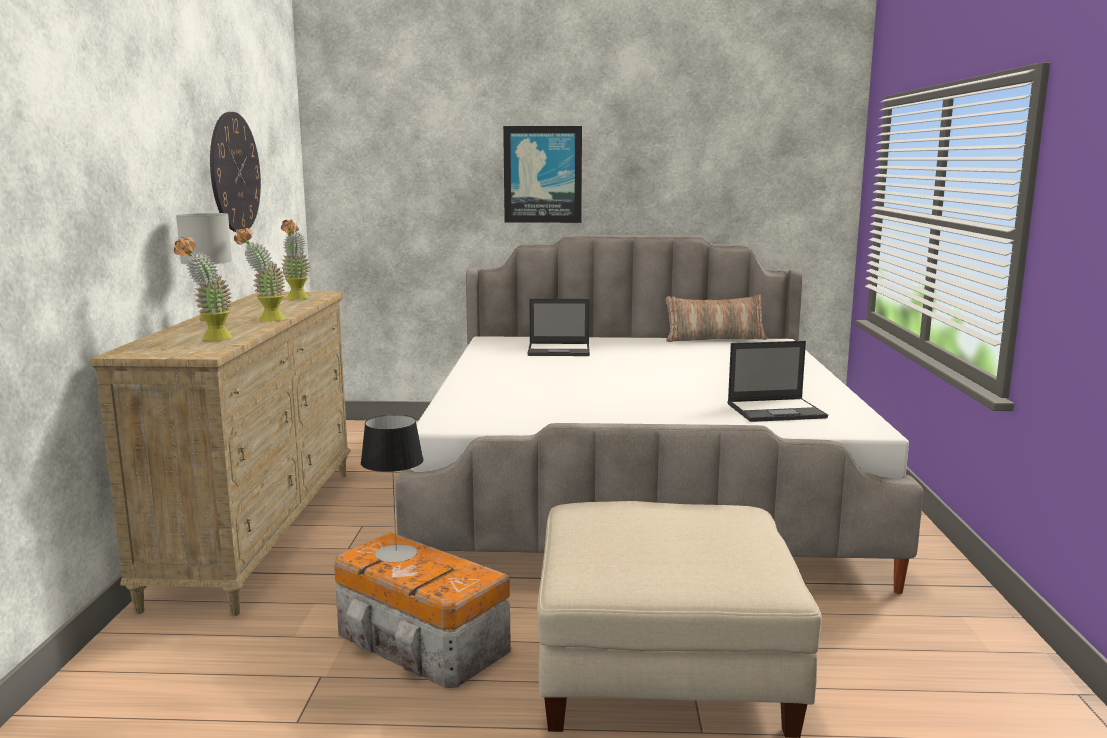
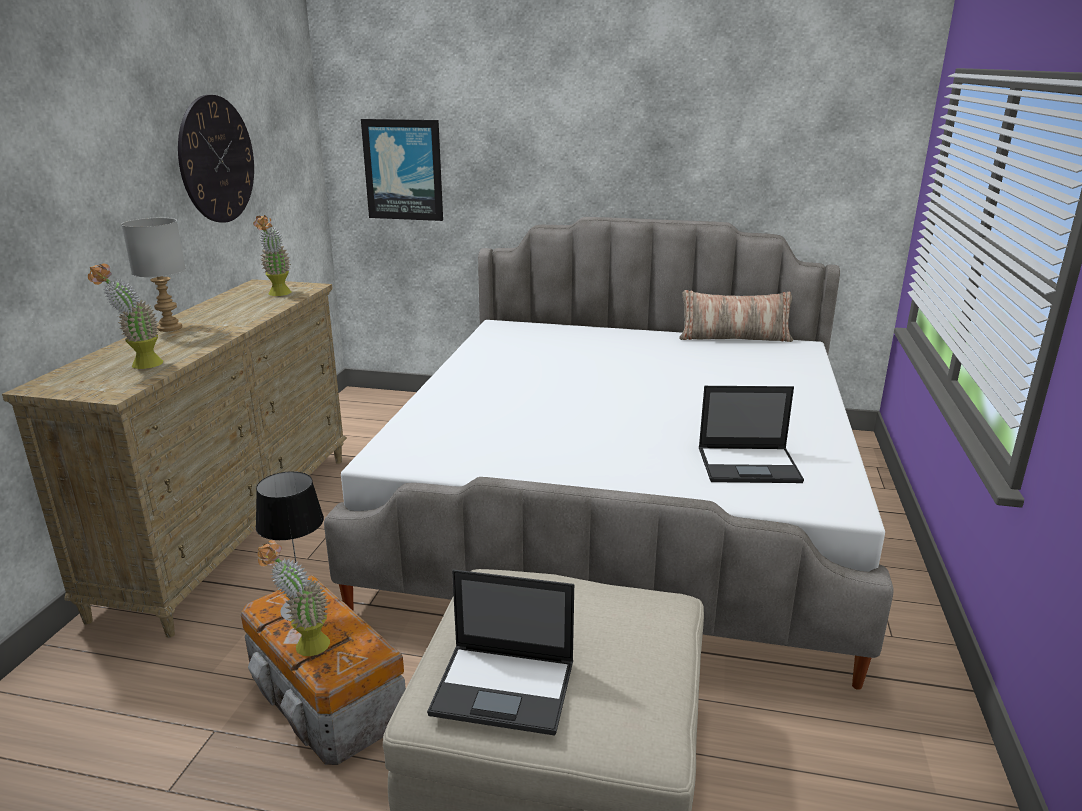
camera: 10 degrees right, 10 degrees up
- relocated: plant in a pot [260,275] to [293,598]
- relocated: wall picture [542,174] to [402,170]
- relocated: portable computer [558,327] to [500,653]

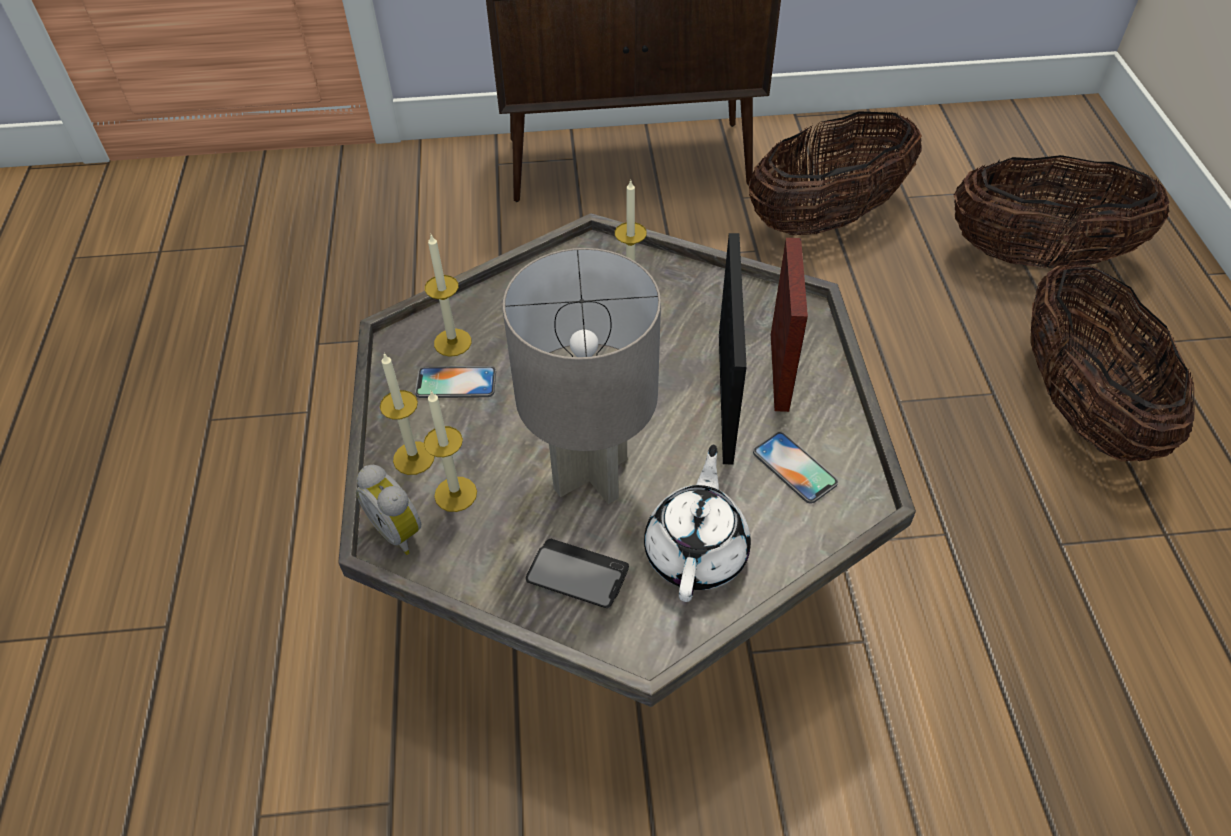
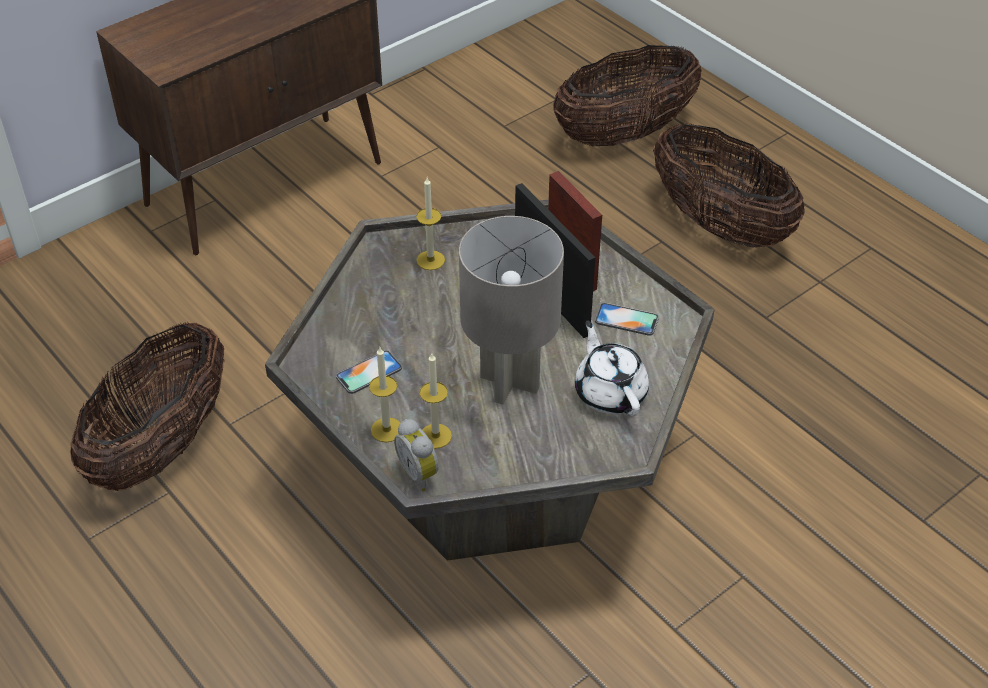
camera: 35 degrees left, 5 degrees down
- missing: candle [448,295]
- missing: telephone [577,573]
- relocated: basket [835,173] to [147,406]
- spun: table clock [388,510] = [416,455] 45 degrees clockwise

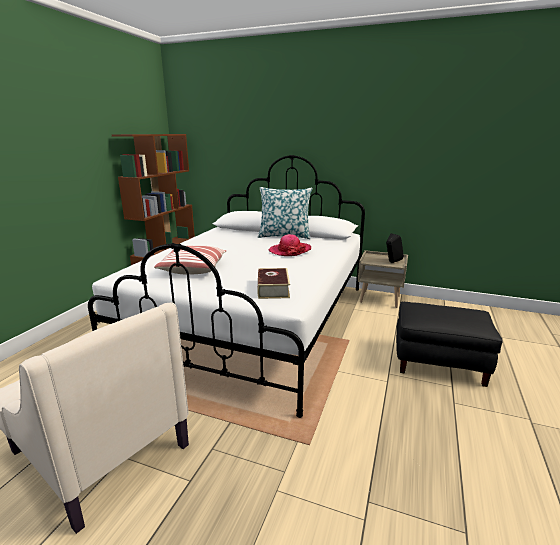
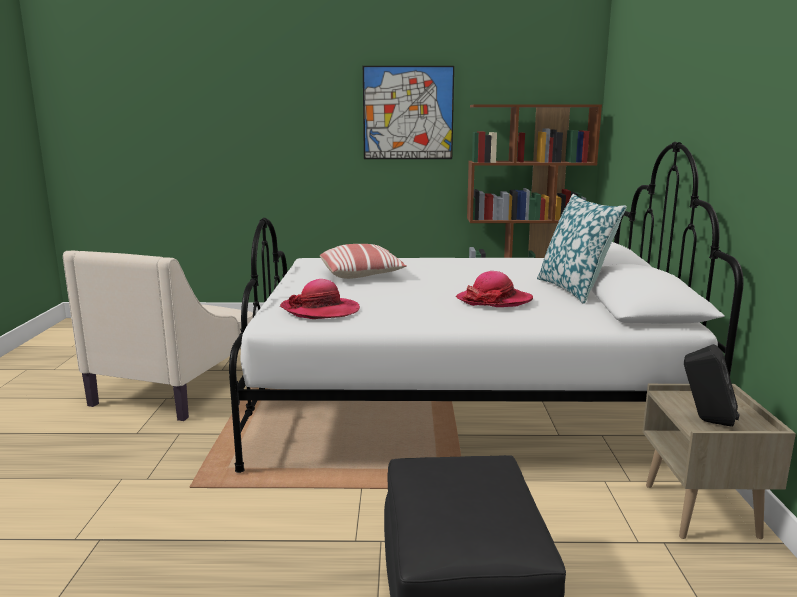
camera: 70 degrees right, 5 degrees down
- appeared: wall picture [408,112]
- exchanged: book [273,283] to wearable hat [320,299]

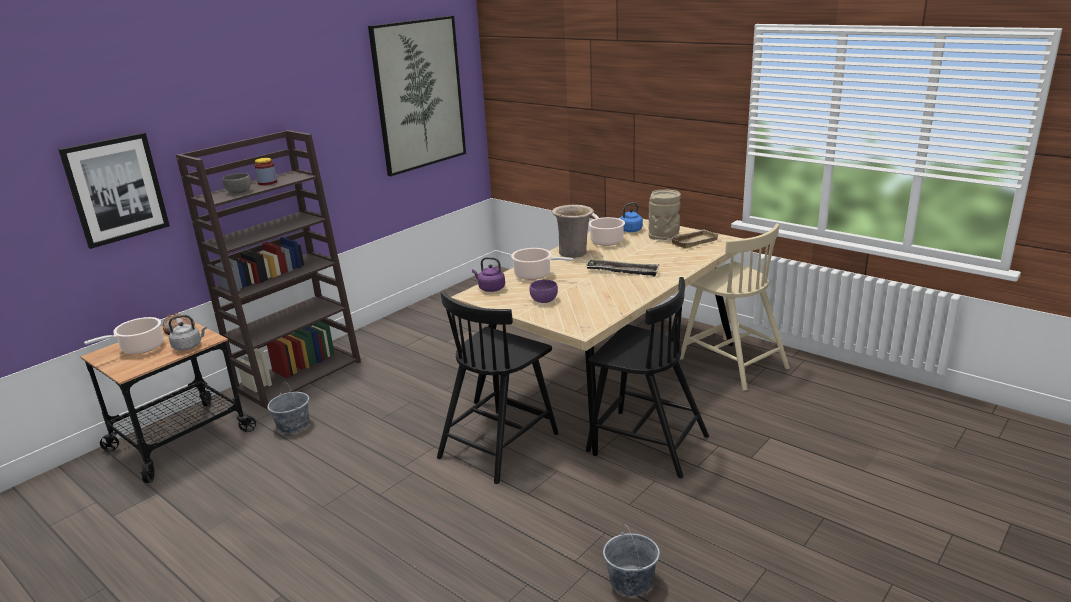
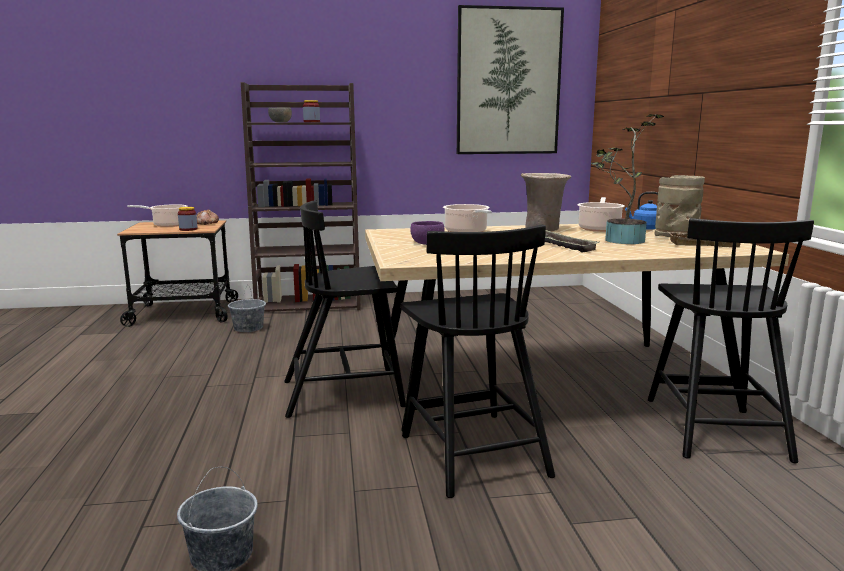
camera: 40 degrees right, 10 degrees down
- missing: wall picture [114,190]
- missing: purplish water kettle [488,274]
- appeared: plant in a pot [627,179]
- exchanged: gray water kettle [188,333] to storage jar [188,219]
- colour: beige-coloured upright chair [735,307] to blackish upright chair [731,340]

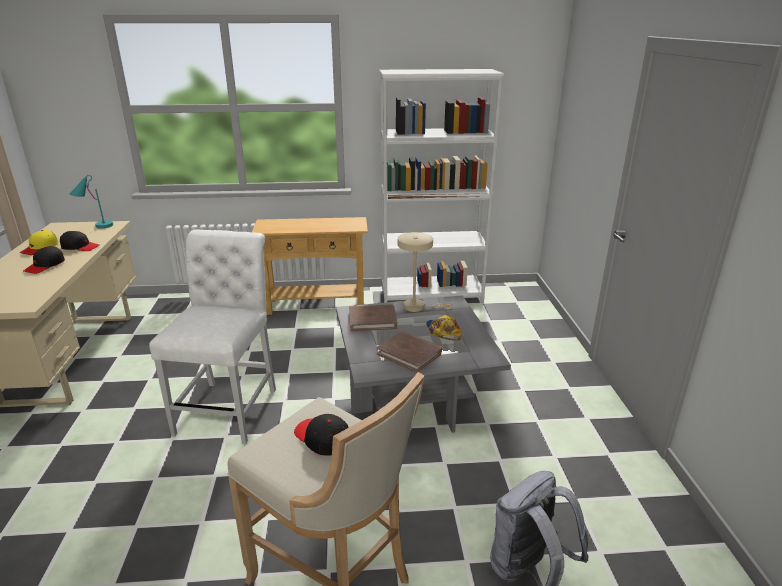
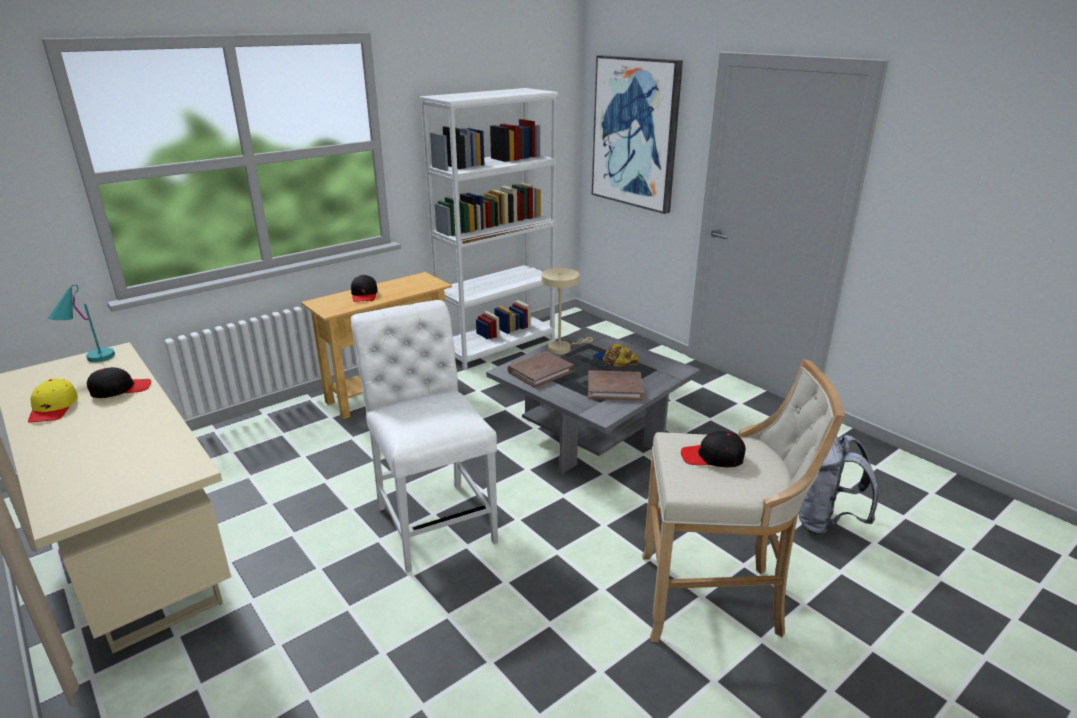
camera: 35 degrees left, 0 degrees up
- appeared: wall picture [637,134]
- relocated: blackish peaked cap [44,260] to [364,288]

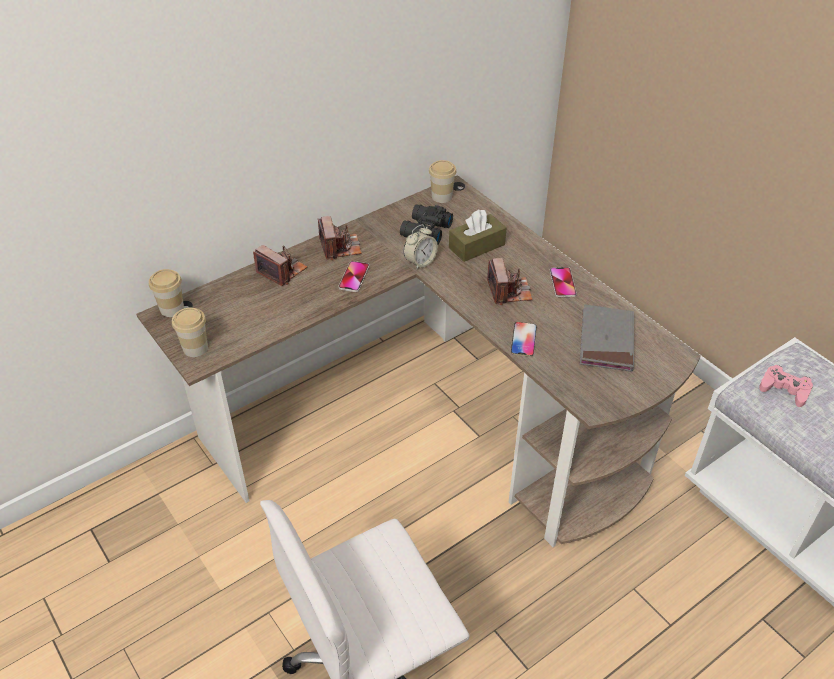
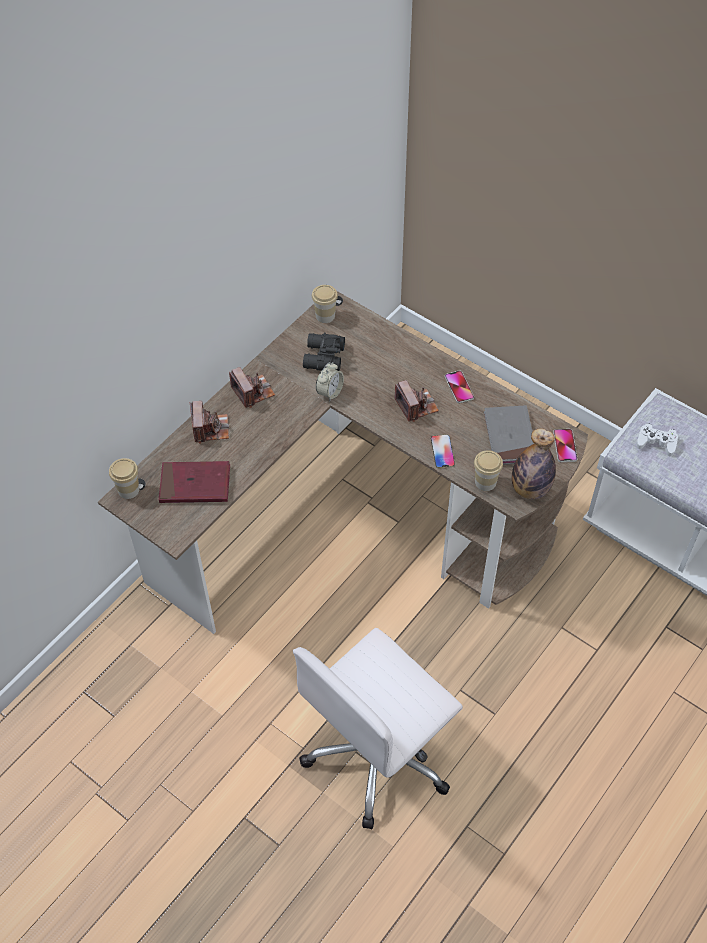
camera: 15 degrees left, 10 degrees up
- missing: brown tissue holder [478,236]
- appeared: reddish book [194,482]
- appeared: beverage bottle [534,464]
- relocated: small cup [190,332] to [488,470]
- relocated: telephone [353,276] to [565,445]
- colour: pink-coloured joypad [786,386] to whitish joypad [657,440]
- spun: photo camera [280,265] = [209,422] 60 degrees clockwise

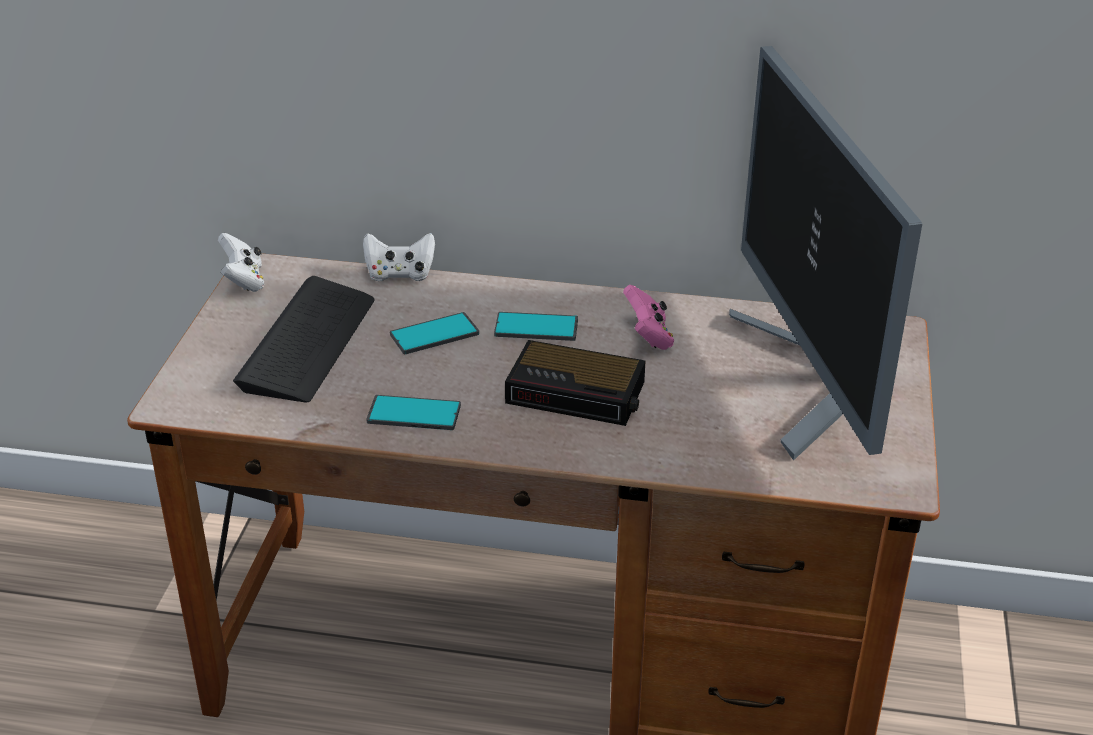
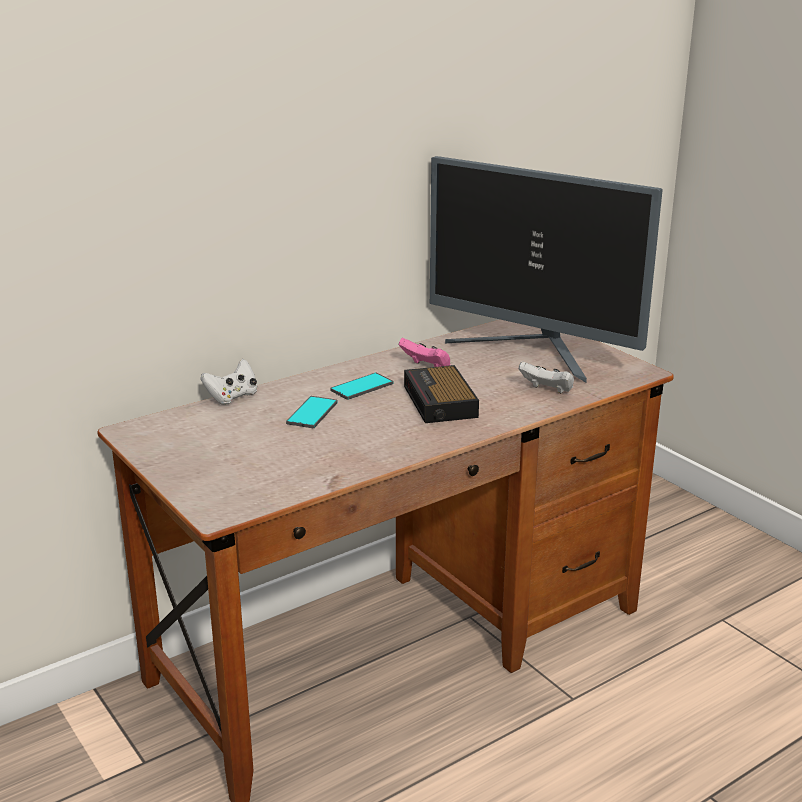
camera: 45 degrees left, 10 degrees down
- missing: PC keyboard [303,339]
- missing: telephone [413,412]
- relocated: whitish joypad [241,262] to [546,377]
- spun: table clock [575,383] = [441,394] 105 degrees clockwise

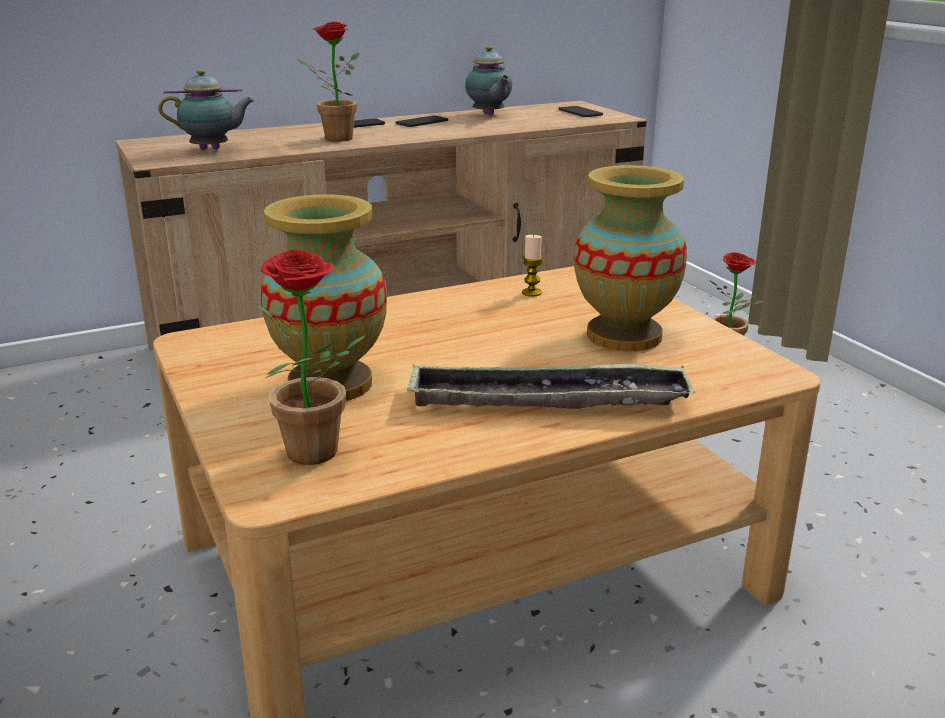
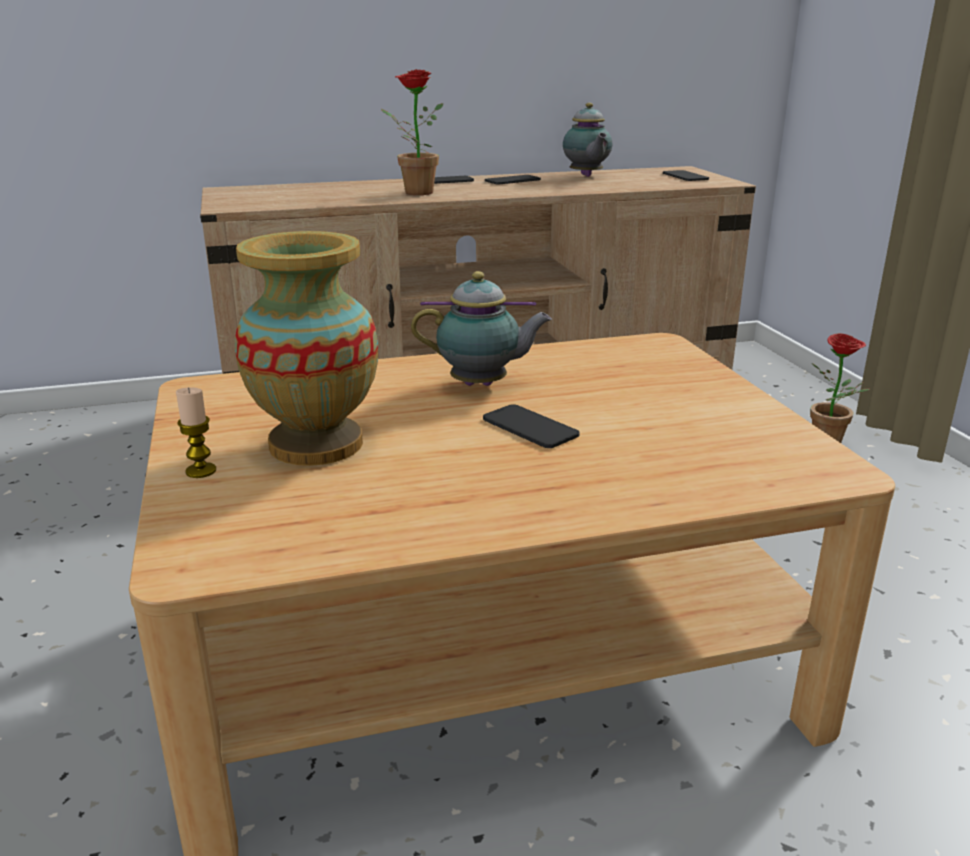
camera: 10 degrees right, 0 degrees up
- missing: plant in a pot [311,357]
- missing: serving tray [551,386]
- missing: flower vase [630,258]
- appeared: telephone [531,426]
- relocated: pot for tea [206,109] to [481,328]
- relocated: candle [532,265] to [196,432]

